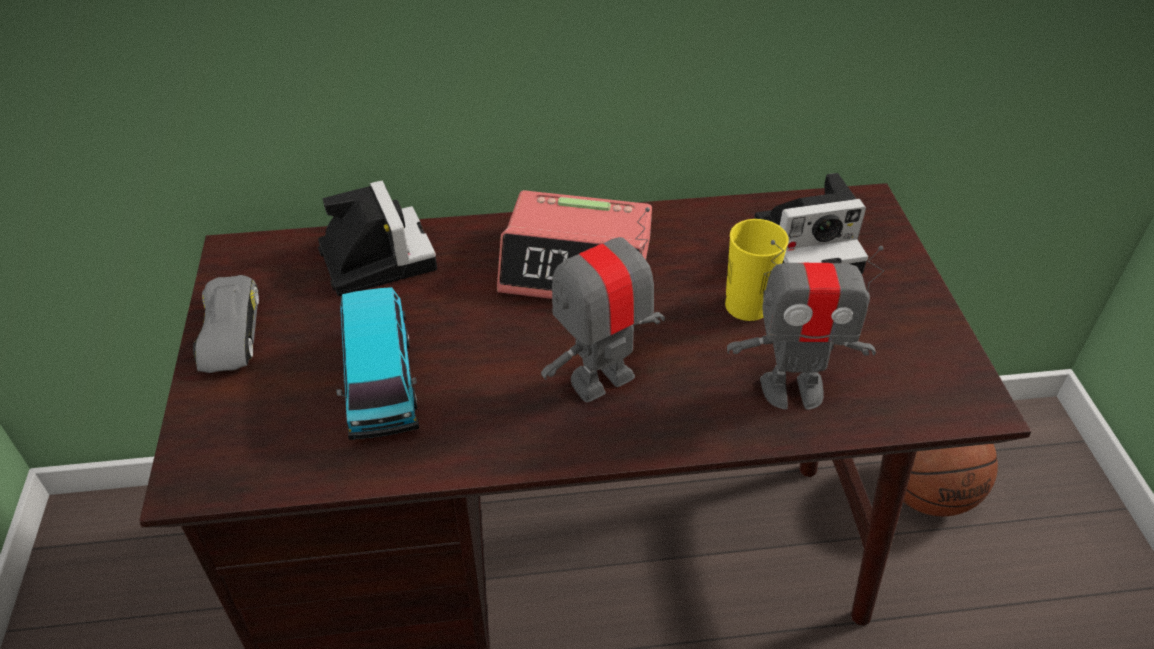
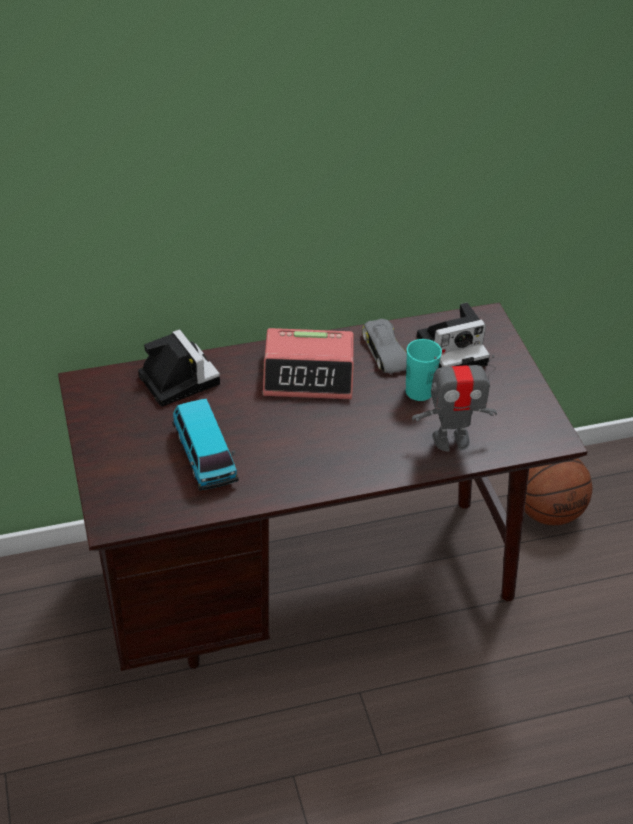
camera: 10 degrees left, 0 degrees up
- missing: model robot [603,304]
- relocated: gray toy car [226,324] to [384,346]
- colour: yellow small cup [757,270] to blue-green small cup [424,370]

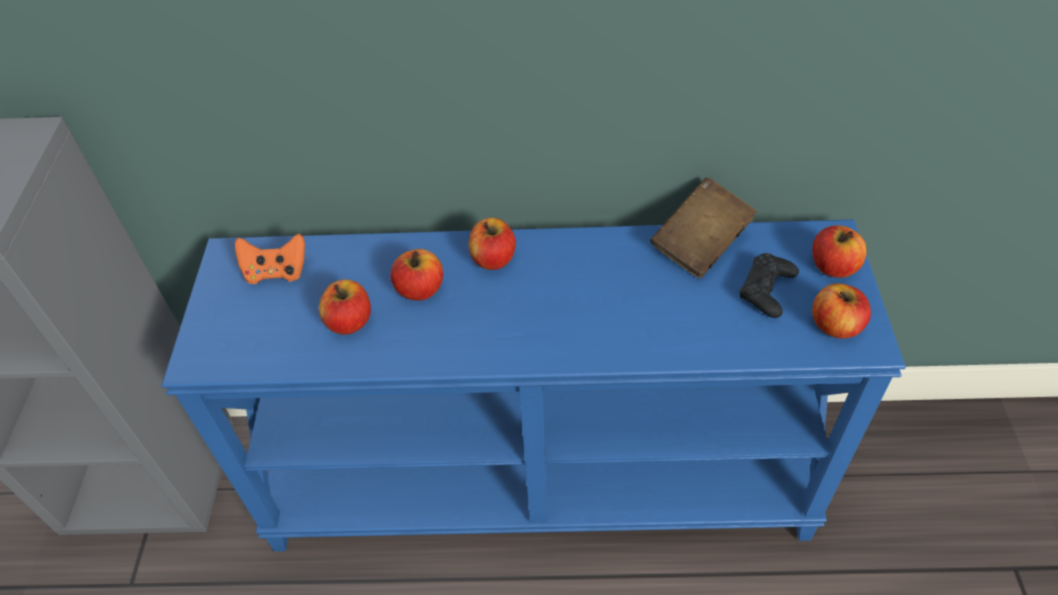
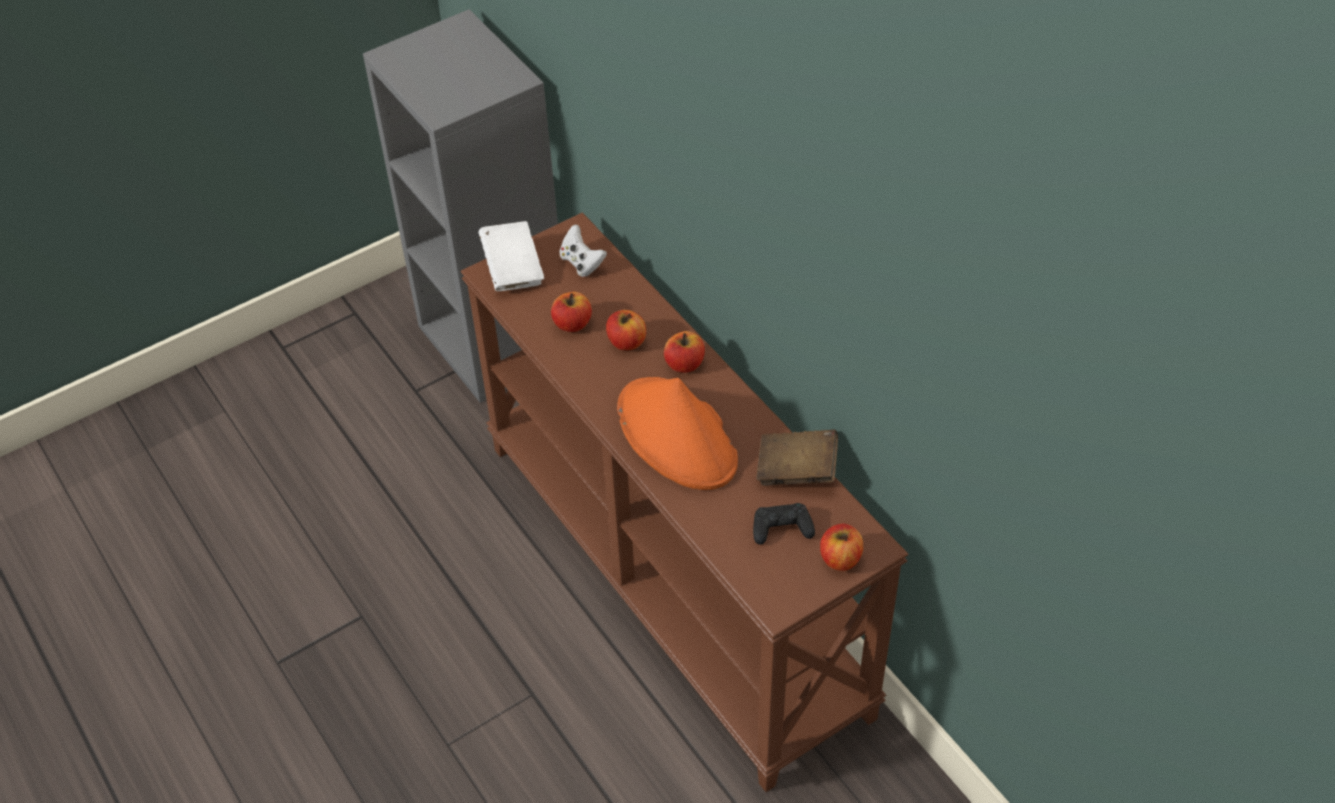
camera: 55 degrees right, 0 degrees up
- missing: apple [841,311]
- appeared: whitish book [511,256]
- appeared: orange wearable hat [677,433]
- colour: bluish narrow table [533,385] to brown narrow table [685,502]
- colour: orange joypad [270,259] to whitish joypad [583,251]

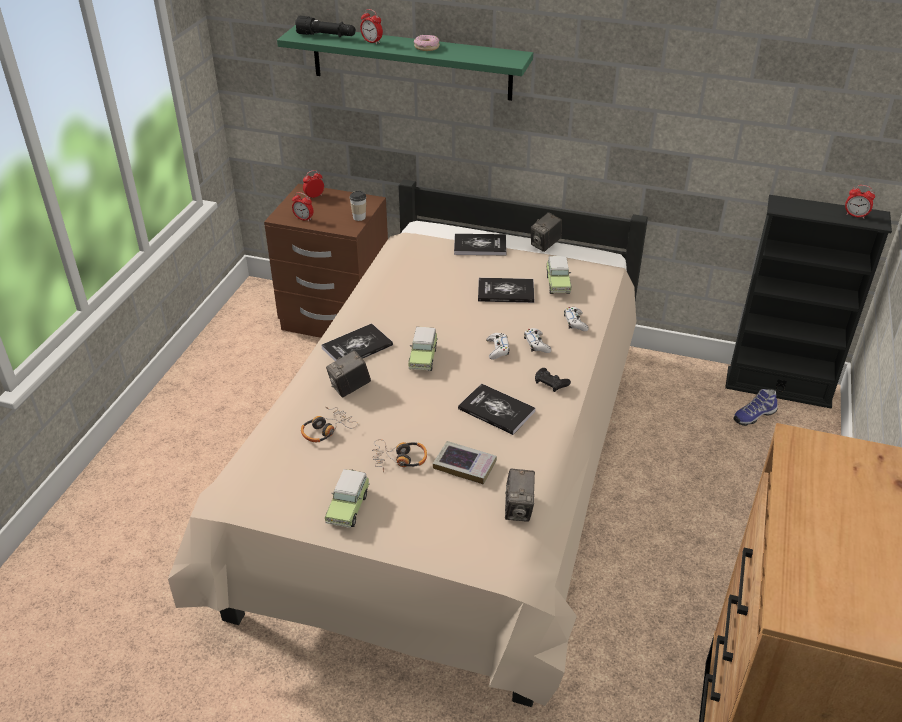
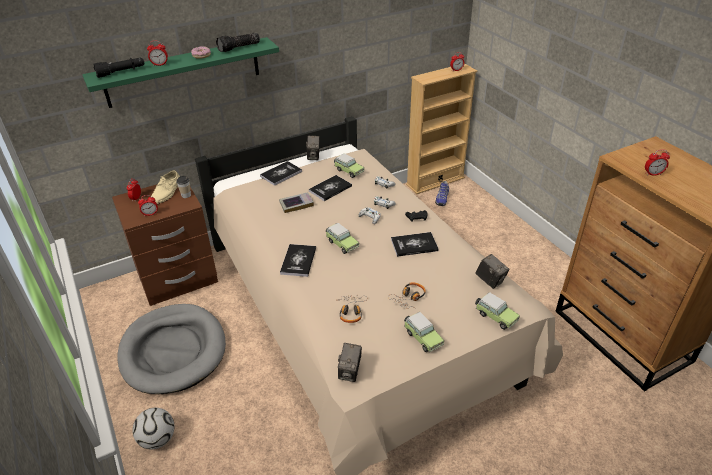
camera: 45 degrees left, 0 degrees up
- appeared: gray dog cushion [171,349]
- appeared: football [154,428]
- appeared: beige-coloured shoe [165,187]
- appeared: flashlight [238,42]
- appeared: toy car [497,311]
- appeared: table clock [657,162]
- relocated: photo camera [348,374] to [350,362]
- relocated: book [465,462] to [296,202]
- colour: blackish bookshelf [808,302] to beige-coloured bookshelf [442,128]

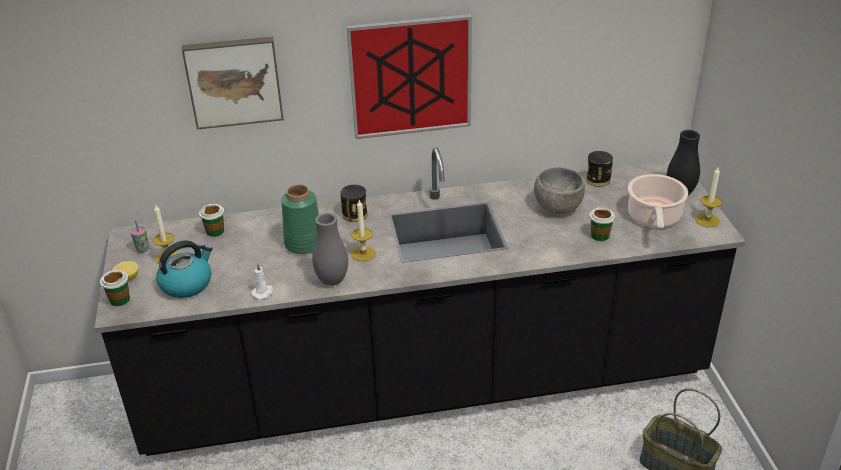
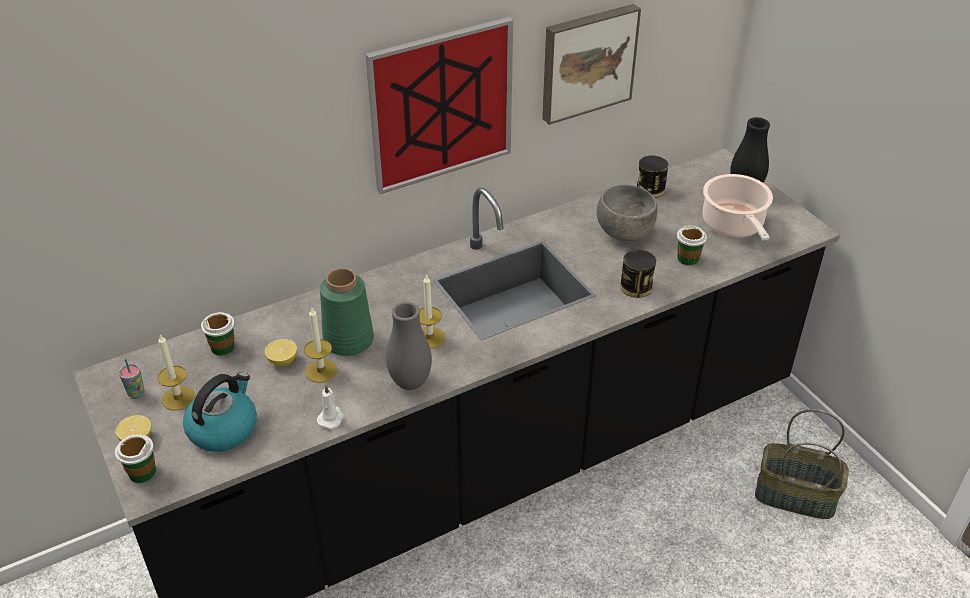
camera: 20 degrees left, 5 degrees up
- appeared: citrus fruit [281,352]
- relocated: wall picture [233,83] to [591,64]
- relocated: sealed can [354,203] to [638,274]
- relocated: candle [708,197] to [320,345]

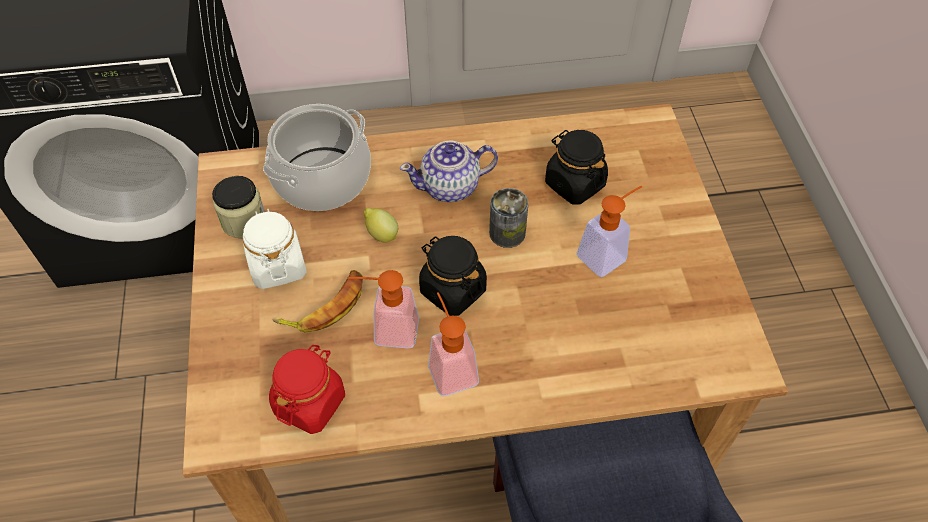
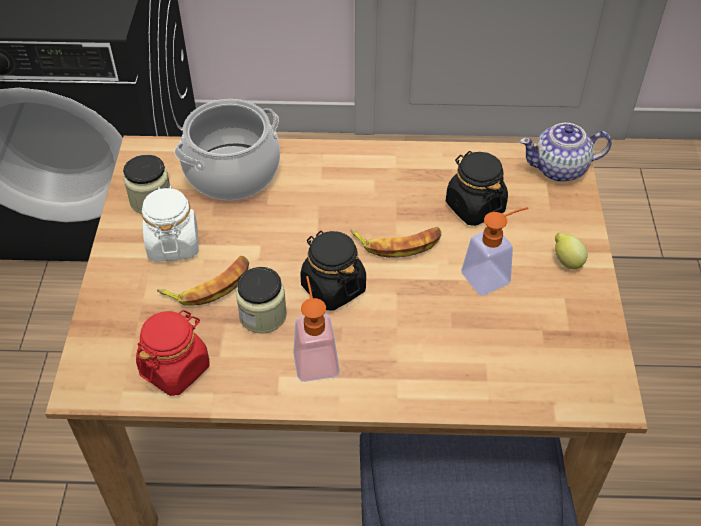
camera: 10 degrees right, 5 degrees down
- relocated: citrus fruit [381,225] to [571,250]
- relocated: pot for tea [449,171] to [565,152]
- exchanged: liquid soap bottle [383,309] to storage jar [261,300]
- exchanged: sealed can [509,218] to banana [395,242]

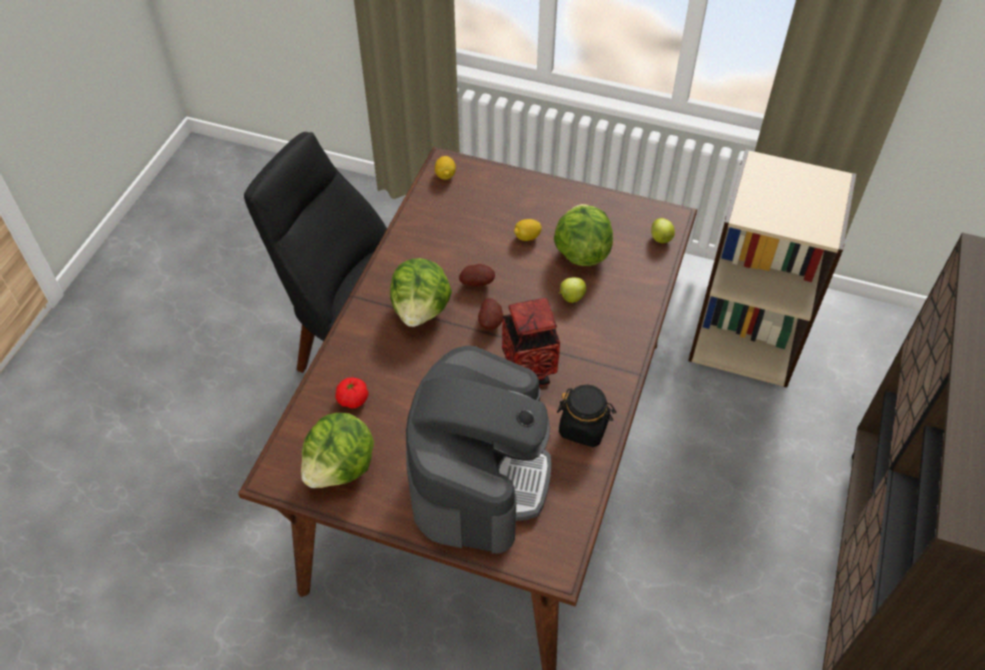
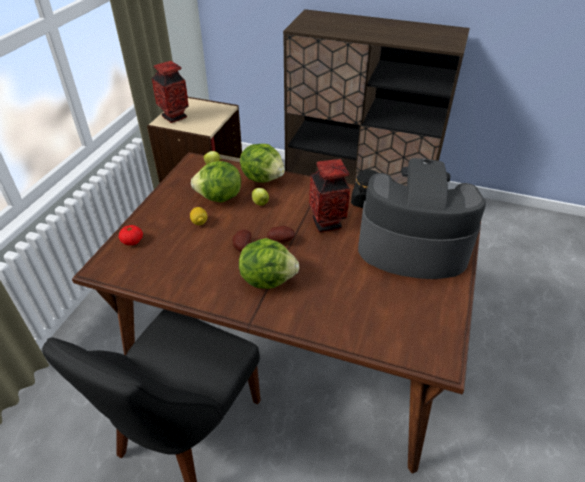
camera: 90 degrees left, 10 degrees down
- missing: citrus fruit [445,168]
- appeared: flower vase [170,92]
- relocated: lettuce head [337,450] to [262,163]
- relocated: whole tomato [352,393] to [131,235]

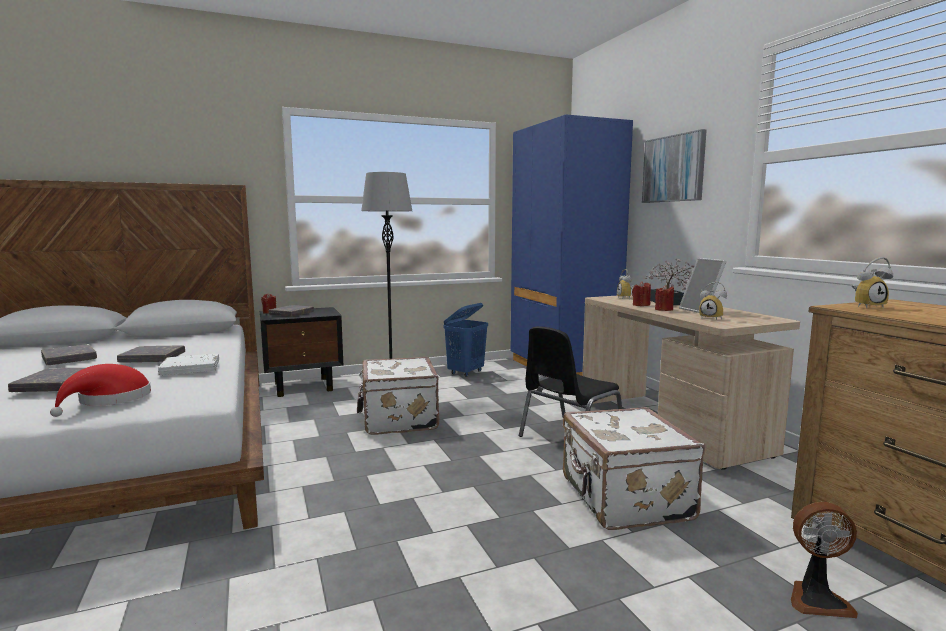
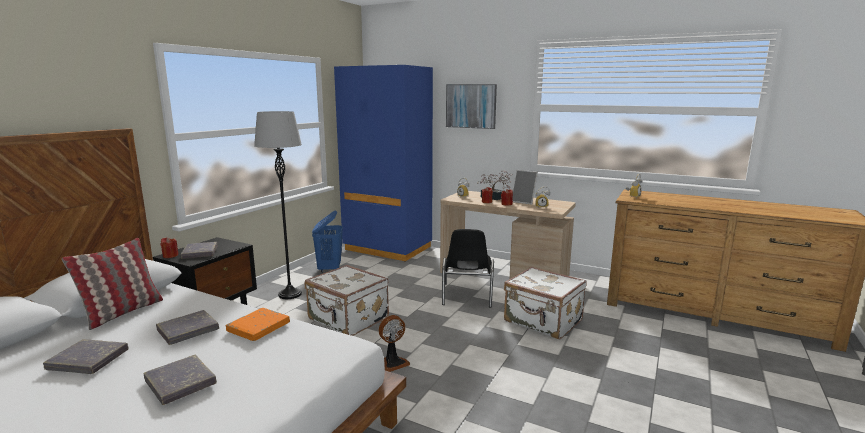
camera: 40 degrees left, 5 degrees up
- missing: reddish wearable hat [100,390]
- appeared: cushion [112,284]
- relocated: cooling fan [824,560] to [394,343]
- colour: whitish book [188,364] to orange book [258,324]

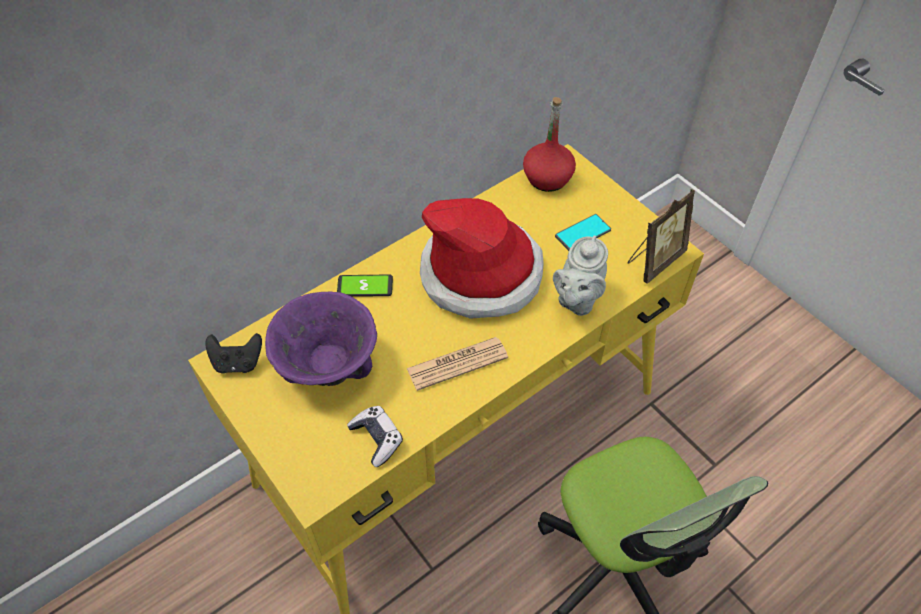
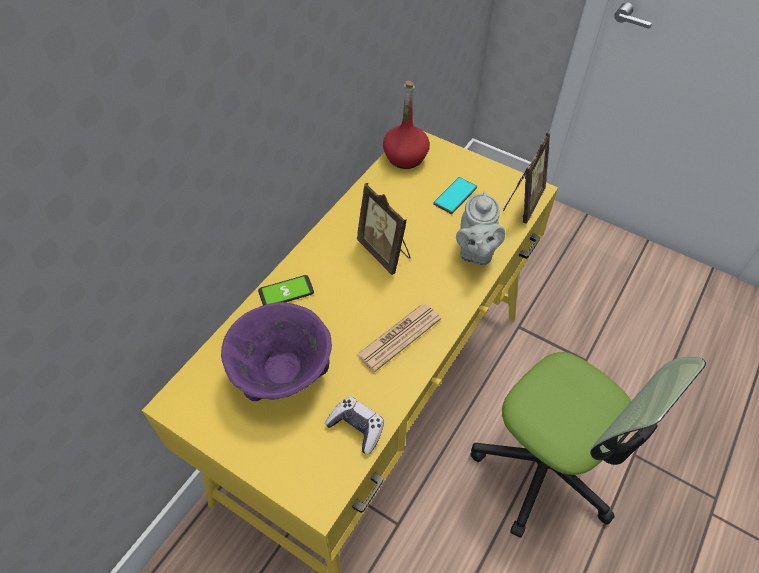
camera: 20 degrees left, 0 degrees up
- missing: blackish joypad [233,353]
- exchanged: wearable hat [482,258] to picture frame [384,229]

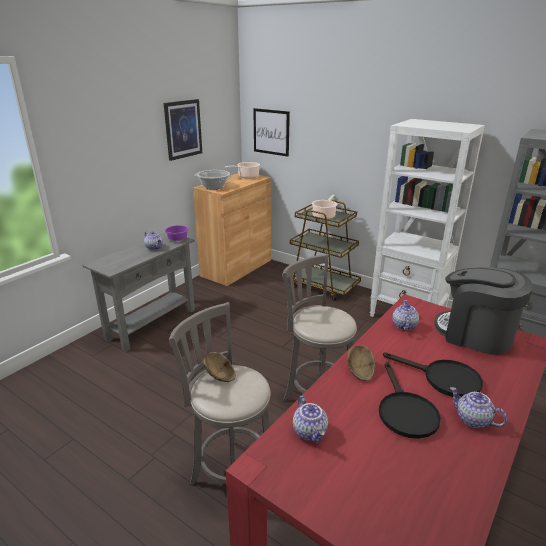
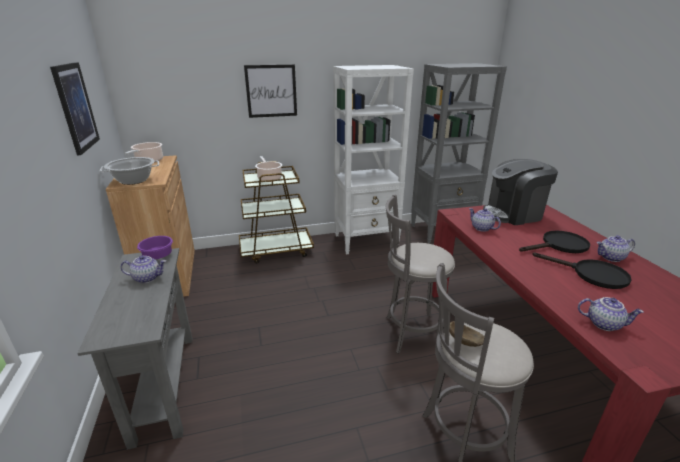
camera: 50 degrees left, 0 degrees up
- missing: brown bowl [361,363]
- relocated: wall picture [271,132] to [270,91]

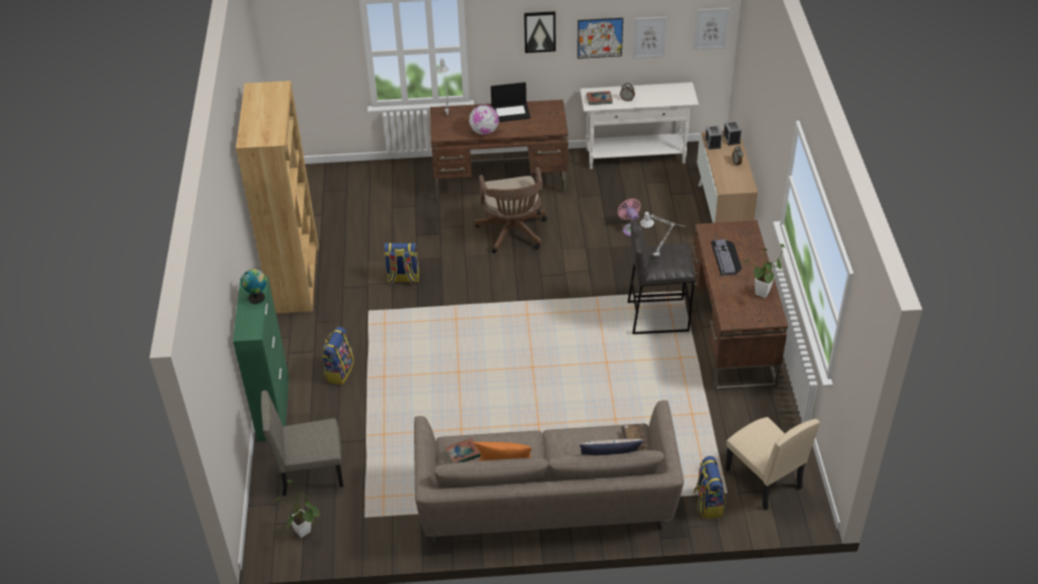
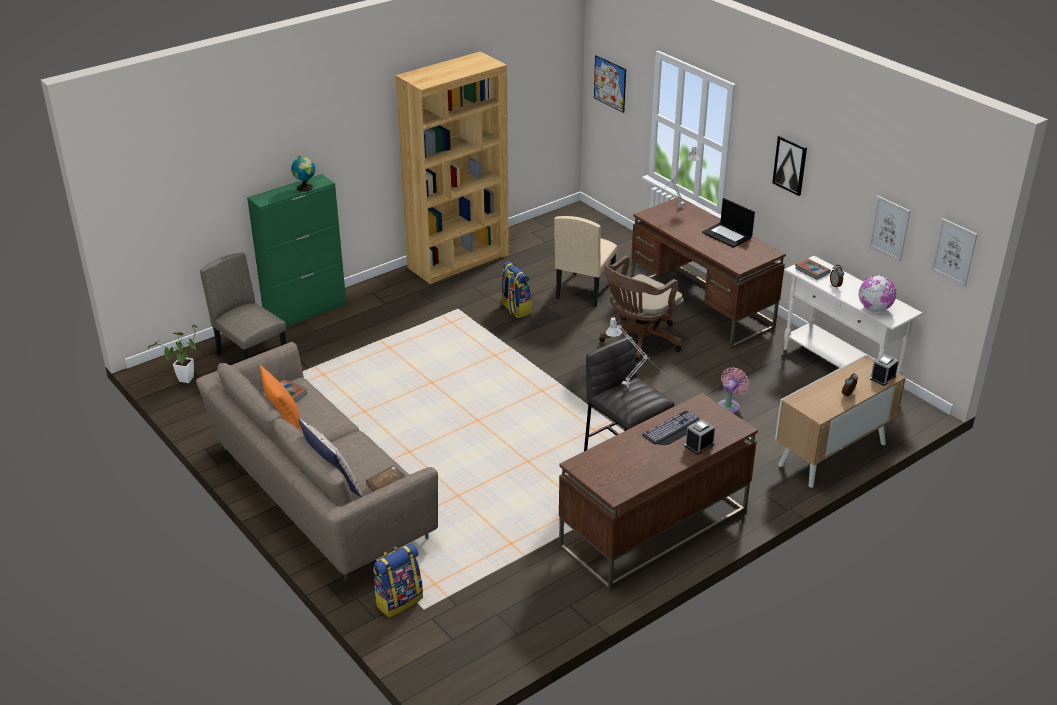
camera: 55 degrees right, 10 degrees down
- missing: knapsack [338,356]
- missing: plant in a pot [762,271]
- relocated: world globe [484,120] to [878,293]
- relocated: wall picture [600,38] to [610,84]
- relocated: table clock [713,137] to [700,437]
- relocated: beige-coloured upright chair [772,463] to [585,261]

